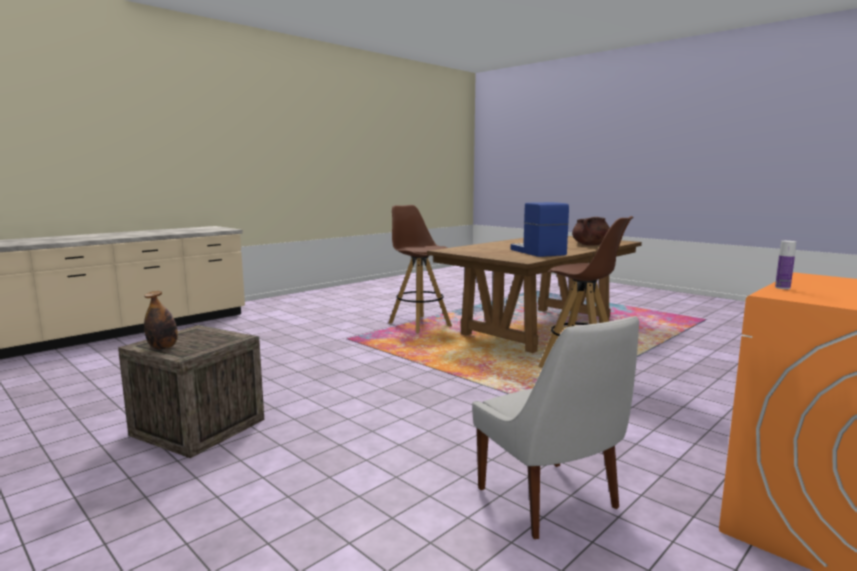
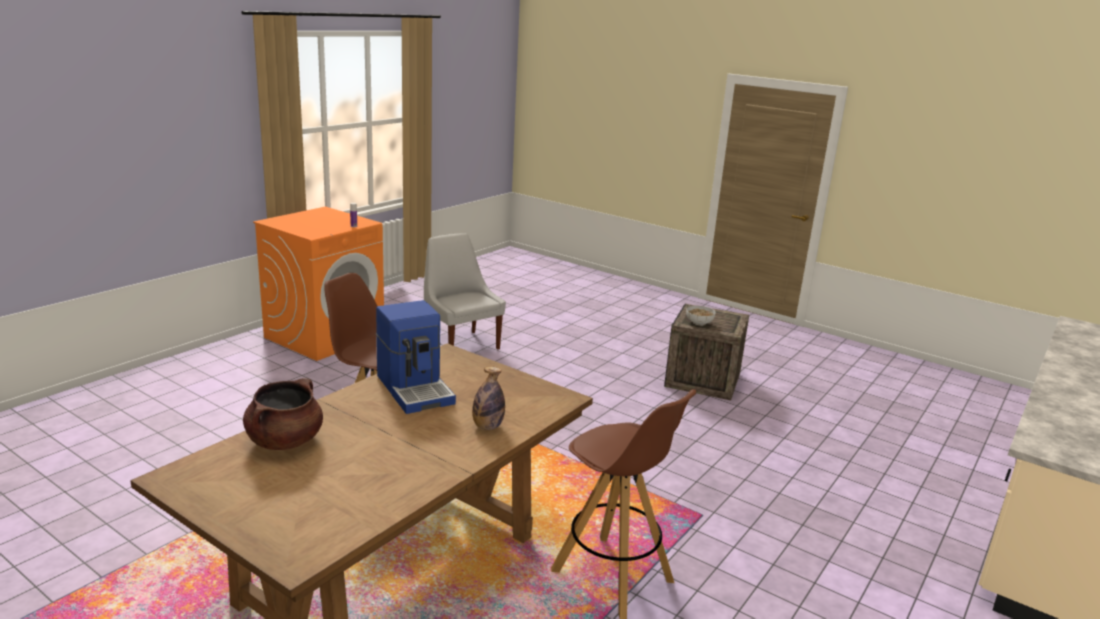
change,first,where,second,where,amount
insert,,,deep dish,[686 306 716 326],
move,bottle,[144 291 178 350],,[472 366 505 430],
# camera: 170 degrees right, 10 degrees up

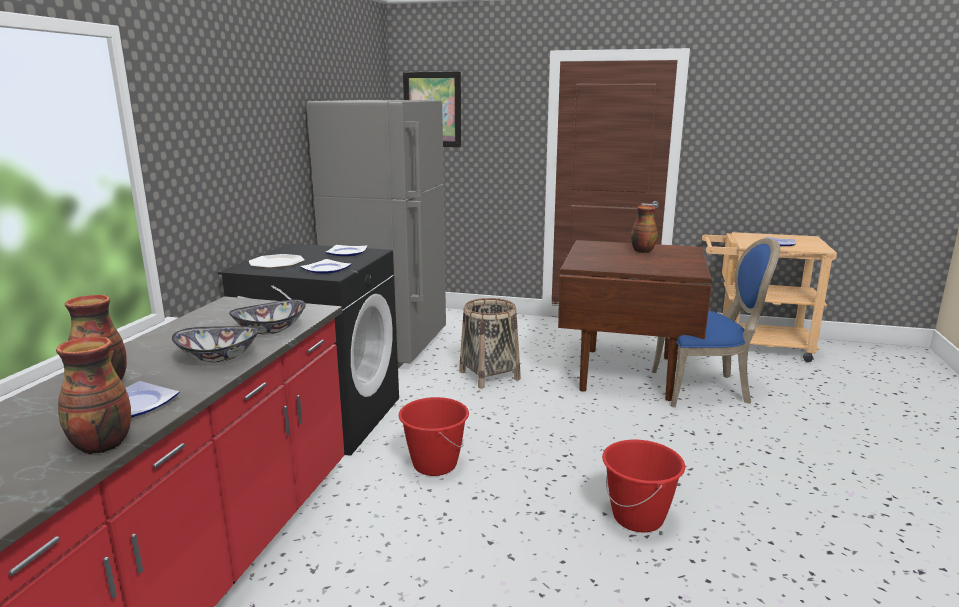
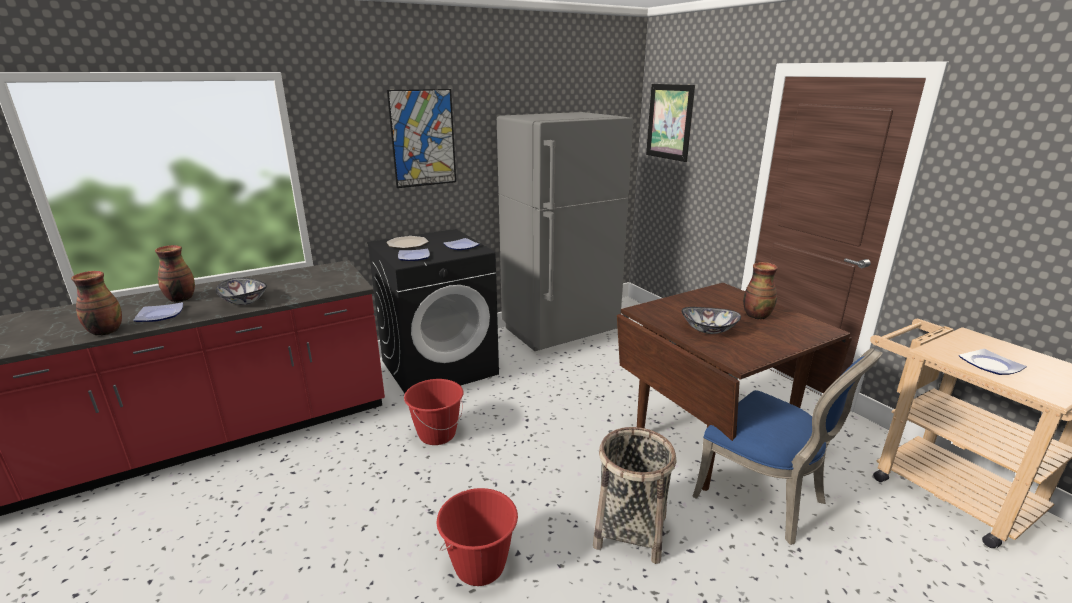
change,first,where,second,where,amount
insert,,,wall picture,[387 89 456 188],
move,deep dish,[229 299 306 335],,[681 307 741 334],
move,basket,[459 298 521 388],,[593 427 676 564],
# camera: 45 degrees right, 5 degrees up

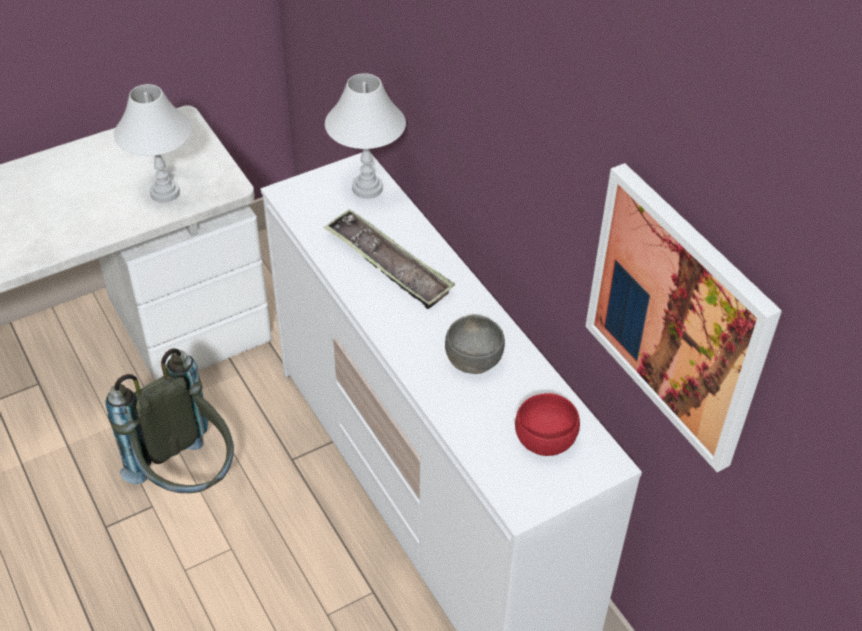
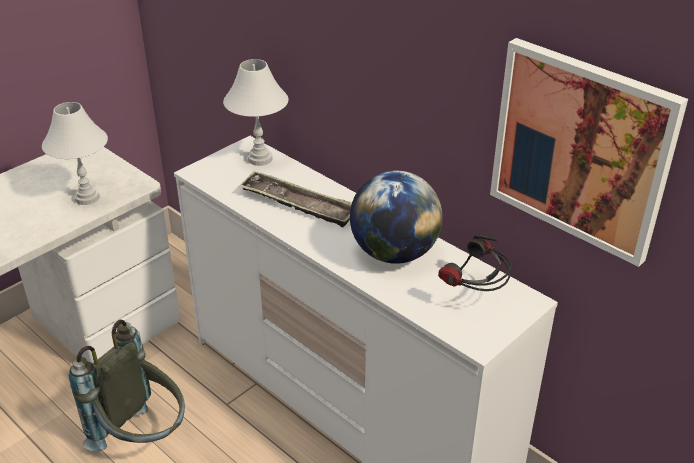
change,first,where,second,where,amount
replace,deep dish (greyish),[445 315 505 374],globe,[350 171 443 264],
replace,deep dish (reddish),[515 393 580 456],pair of headphones,[438 234 512 291],
# camera: 15 degrees left, 10 degrees down

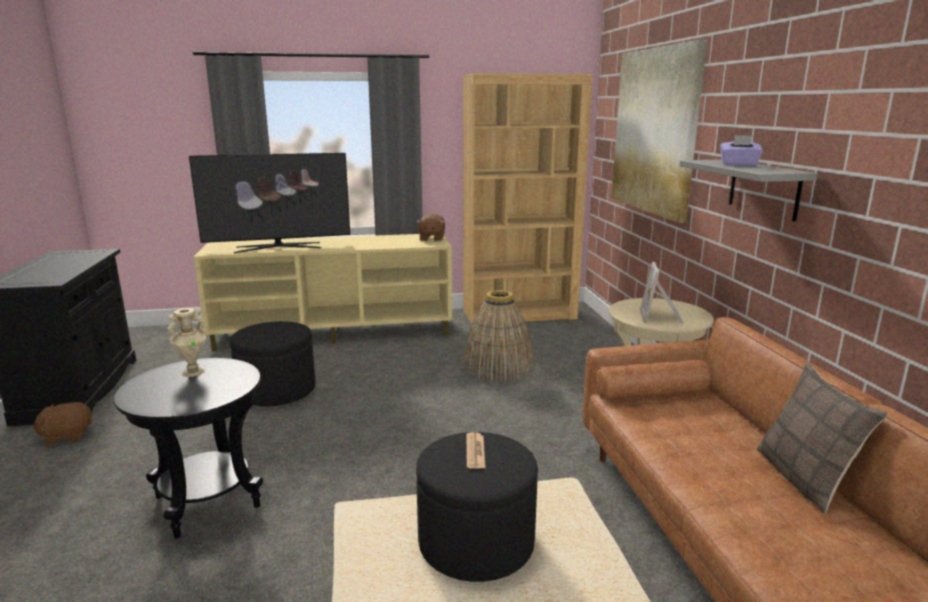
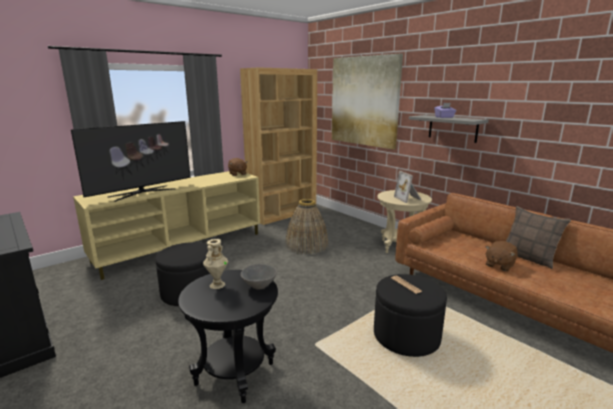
change,first,where,second,where,amount
insert,,,deep dish (greyish),[241 264 277 290],
move,cuddly toy (brown),[32 402 93 446],,[485 241 518 271],
# camera: 30 degrees left, 0 degrees up

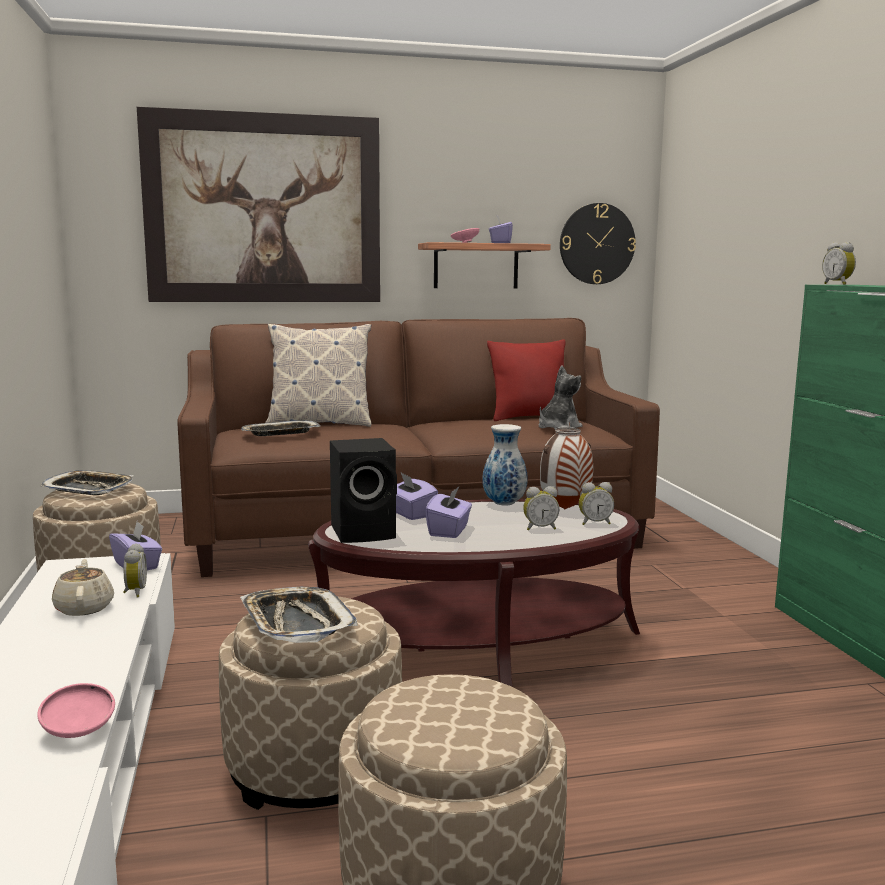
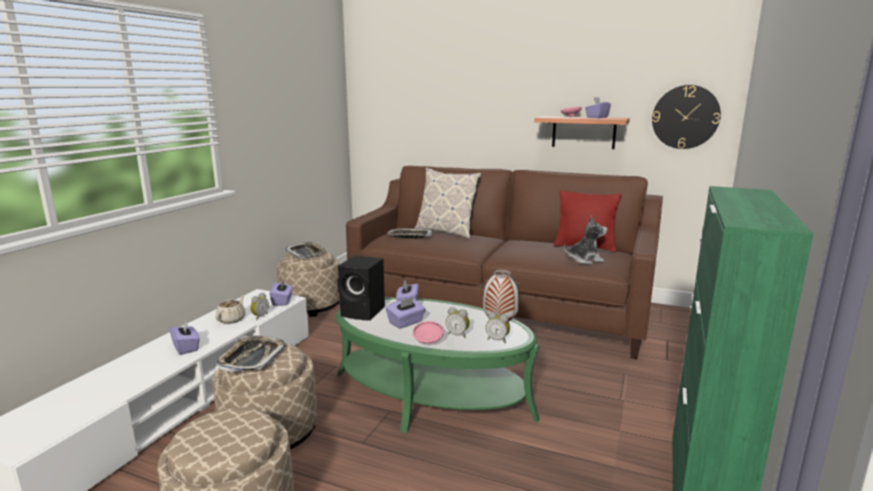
change,first,where,second,where,amount
delete,wall picture,[137 107 380 302],,,
delete,decorative vase,[482 424 528 506],,,
delete,bedside clock,[822 242 856 285],,,
insert,,,tissue box (purplish),[169 321 200 355],
move,deep dish (pinkish),[37 683 115 738],,[413 321 444 344],
recolor,coffee table (brown),[308 499 640 687],coffee table (greenish),[336 297 540 433],
# camera: 35 degrees right, 5 degrees up

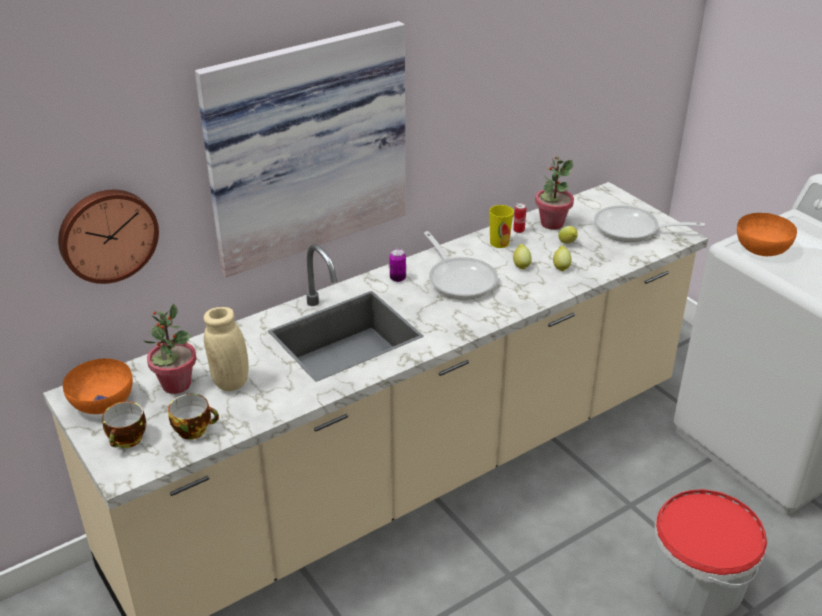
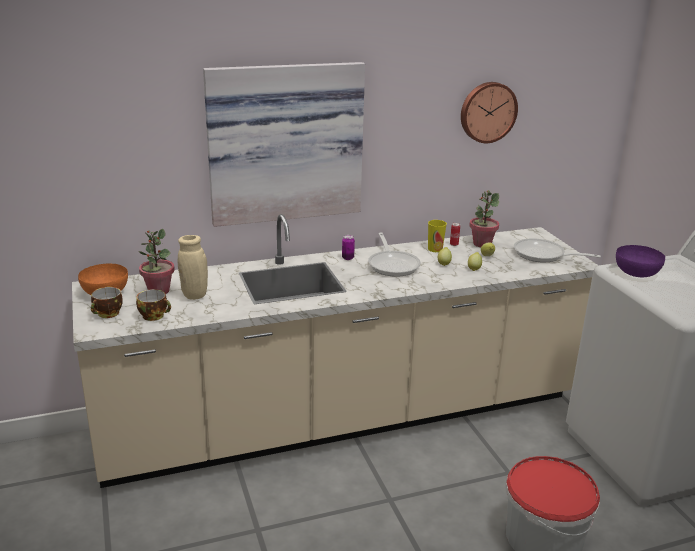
change,first,where,second,where,amount
move,wall clock,[58 190 159 284],,[461 82 518 143],
recolor,deep dish (orange),[737 213 797 256],deep dish (purplish),[616 245 665 277],
# camera: 15 degrees right, 10 degrees down

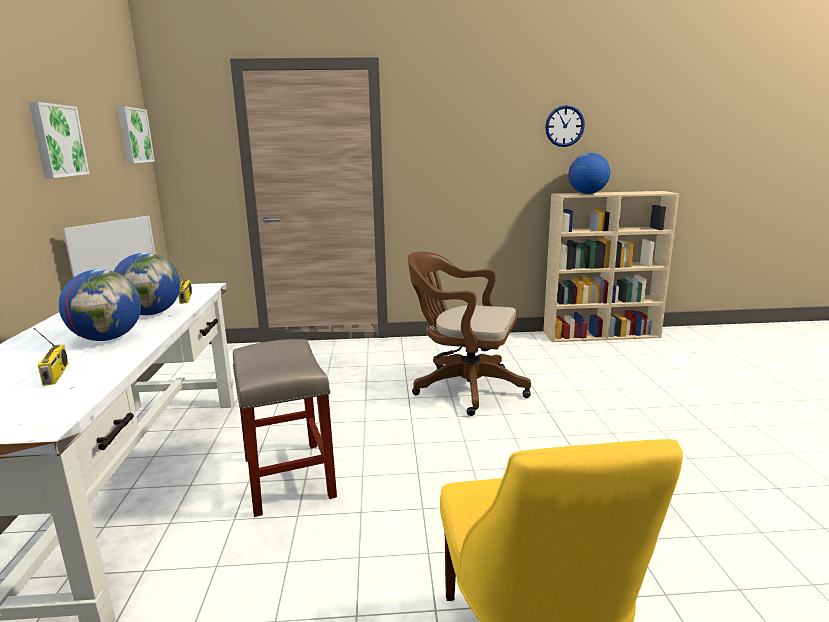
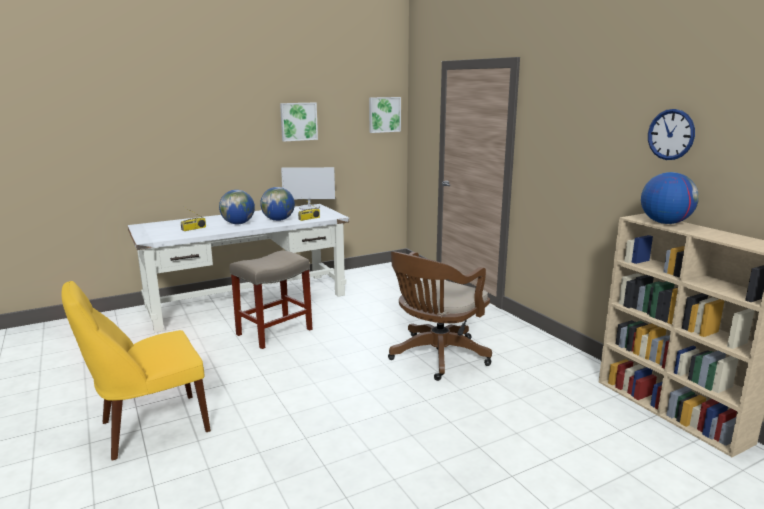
change,first,where,second,where,amount
rotate,computer chair (brown),[408 251 531 416],,[388 252 492 381],135 degrees counterclockwise
# camera: 65 degrees right, 0 degrees up

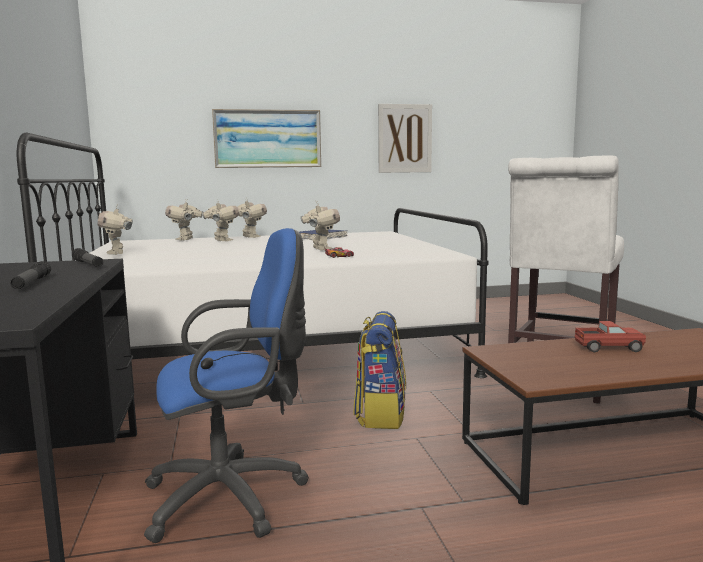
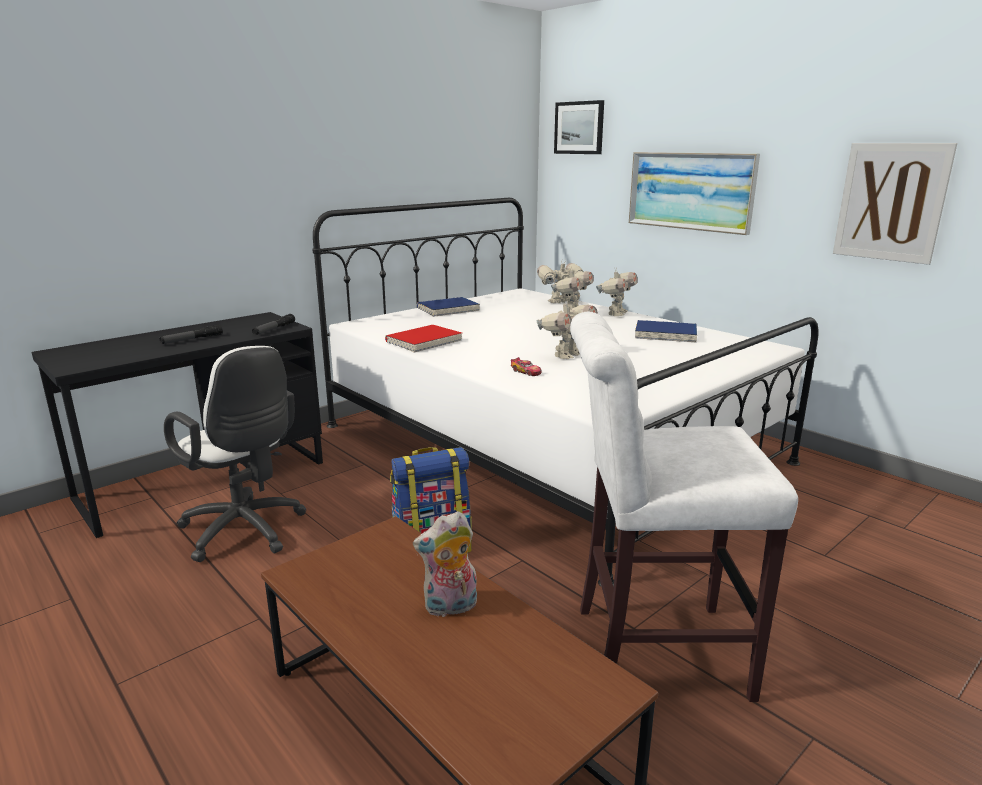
change,first,where,second,where,amount
insert,,,book (reddish),[385 325 462 353],
insert,,,wall picture,[554 100 604 154],
replace,toy robot,[98 204 133 255],book (blue),[417 297 480 317],
replace,toy lorry,[575 321 646 352],cuddly toy,[413 511 477 617],
recolor,computer chair (blue),[144 228 309 543],computer chair (white),[164 346 307 562],
# camera: 60 degrees right, 10 degrees up

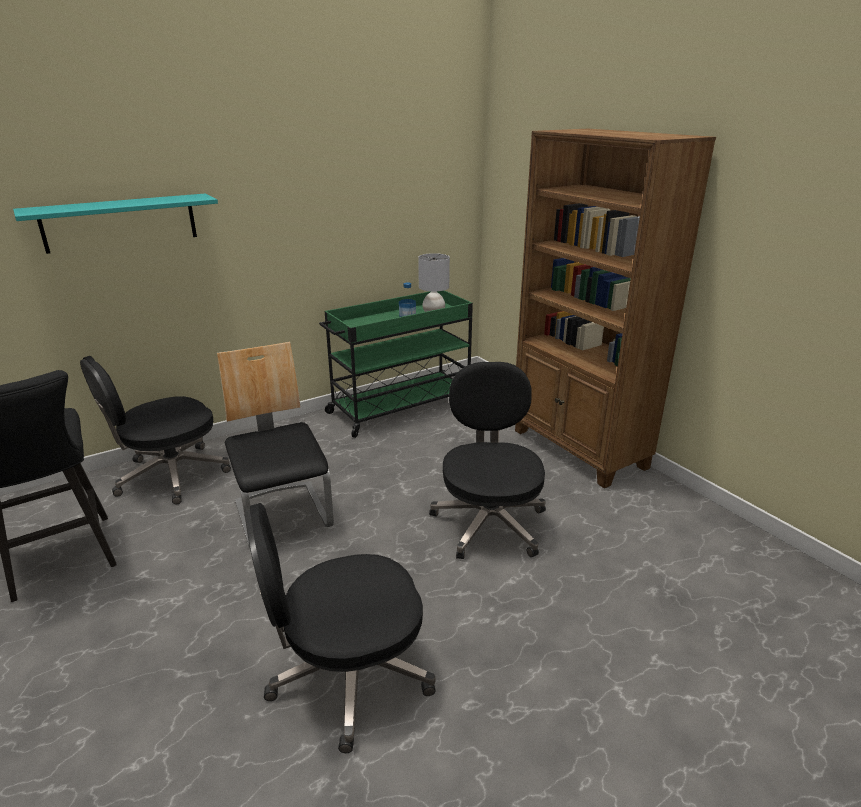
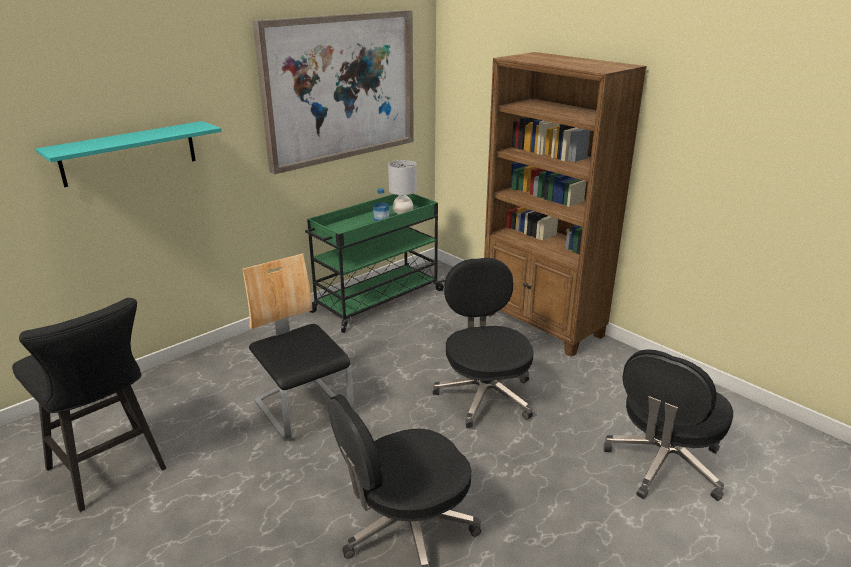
change,first,where,second,where,amount
insert,,,wall picture,[253 10 414 174],
move,computer chair (black),[80 356 231 505],,[603 349 733 501],
# camera: 10 degrees left, 0 degrees up

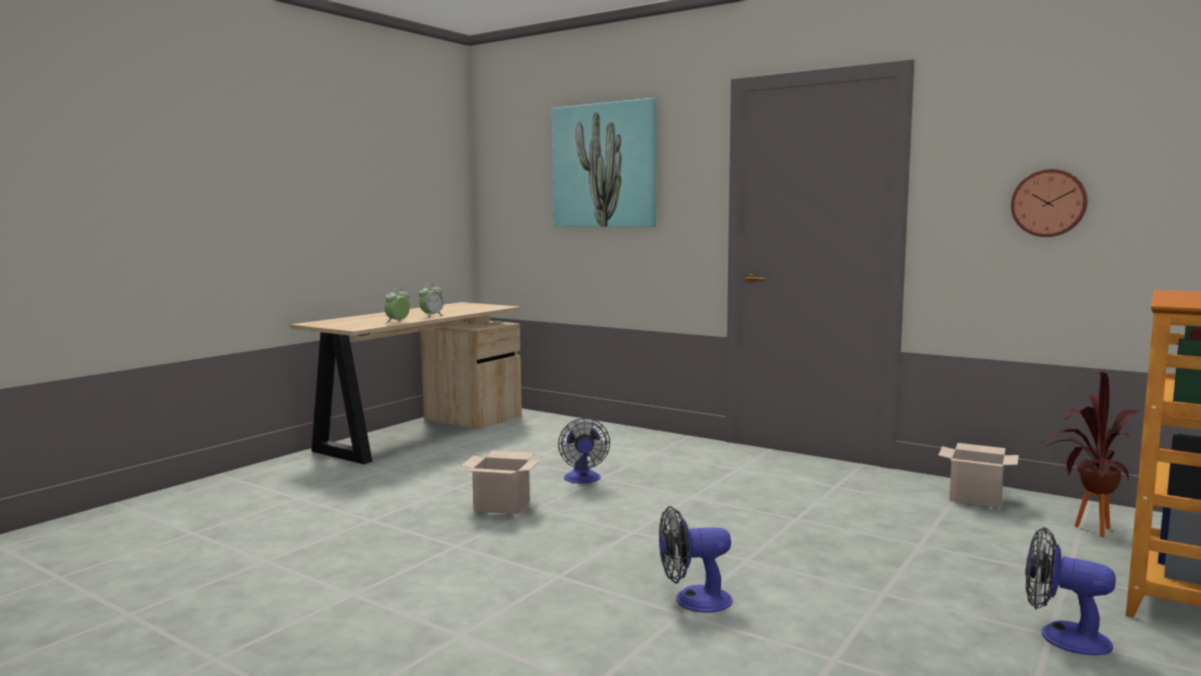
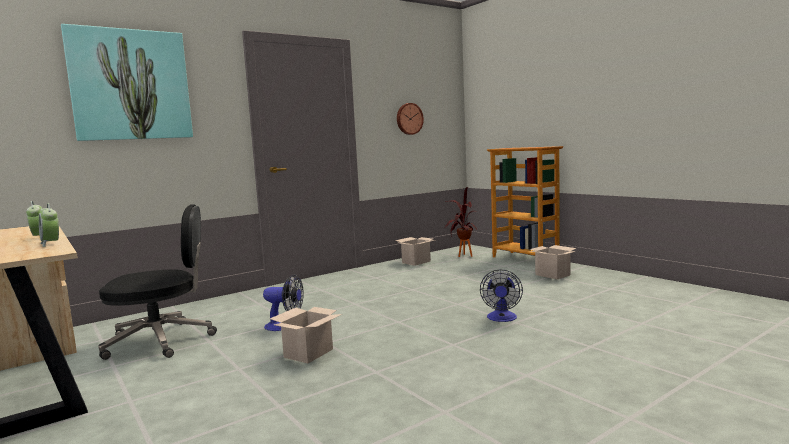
change,first,where,second,where,amount
insert,,,computer chair (black),[98 205 217 360],
replace,fan,[1025 527 1116 655],packing box,[530 245 577 279],
# camera: 70 degrees left, 0 degrees up

